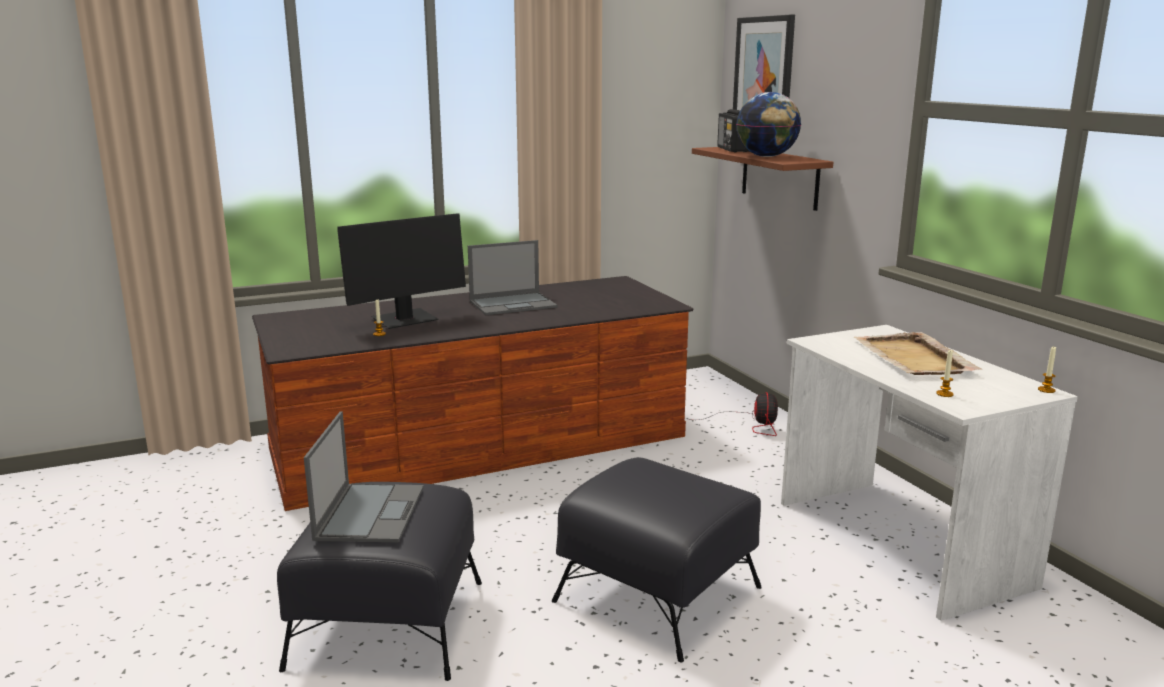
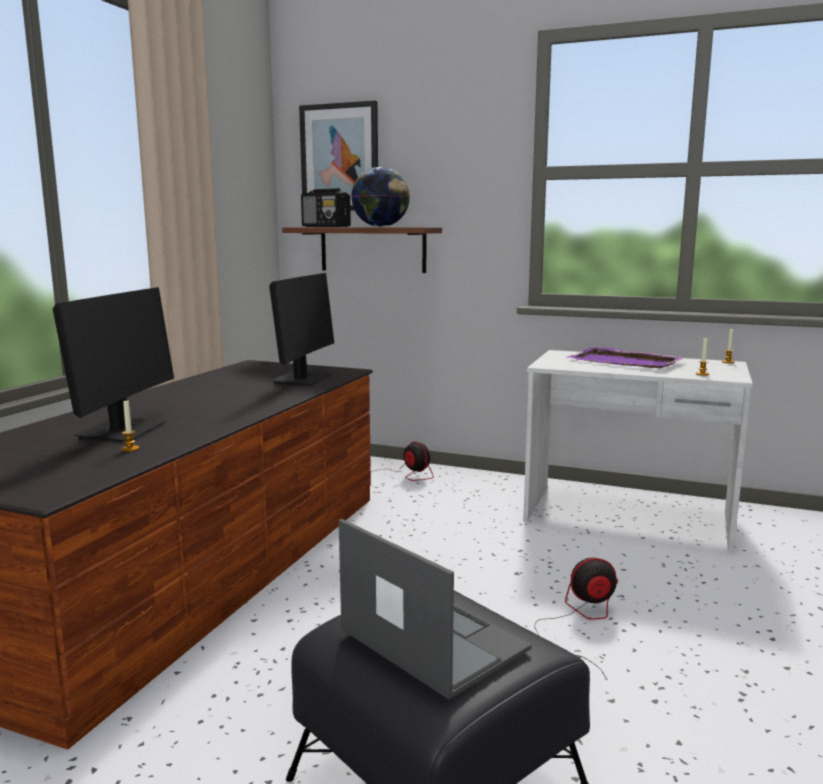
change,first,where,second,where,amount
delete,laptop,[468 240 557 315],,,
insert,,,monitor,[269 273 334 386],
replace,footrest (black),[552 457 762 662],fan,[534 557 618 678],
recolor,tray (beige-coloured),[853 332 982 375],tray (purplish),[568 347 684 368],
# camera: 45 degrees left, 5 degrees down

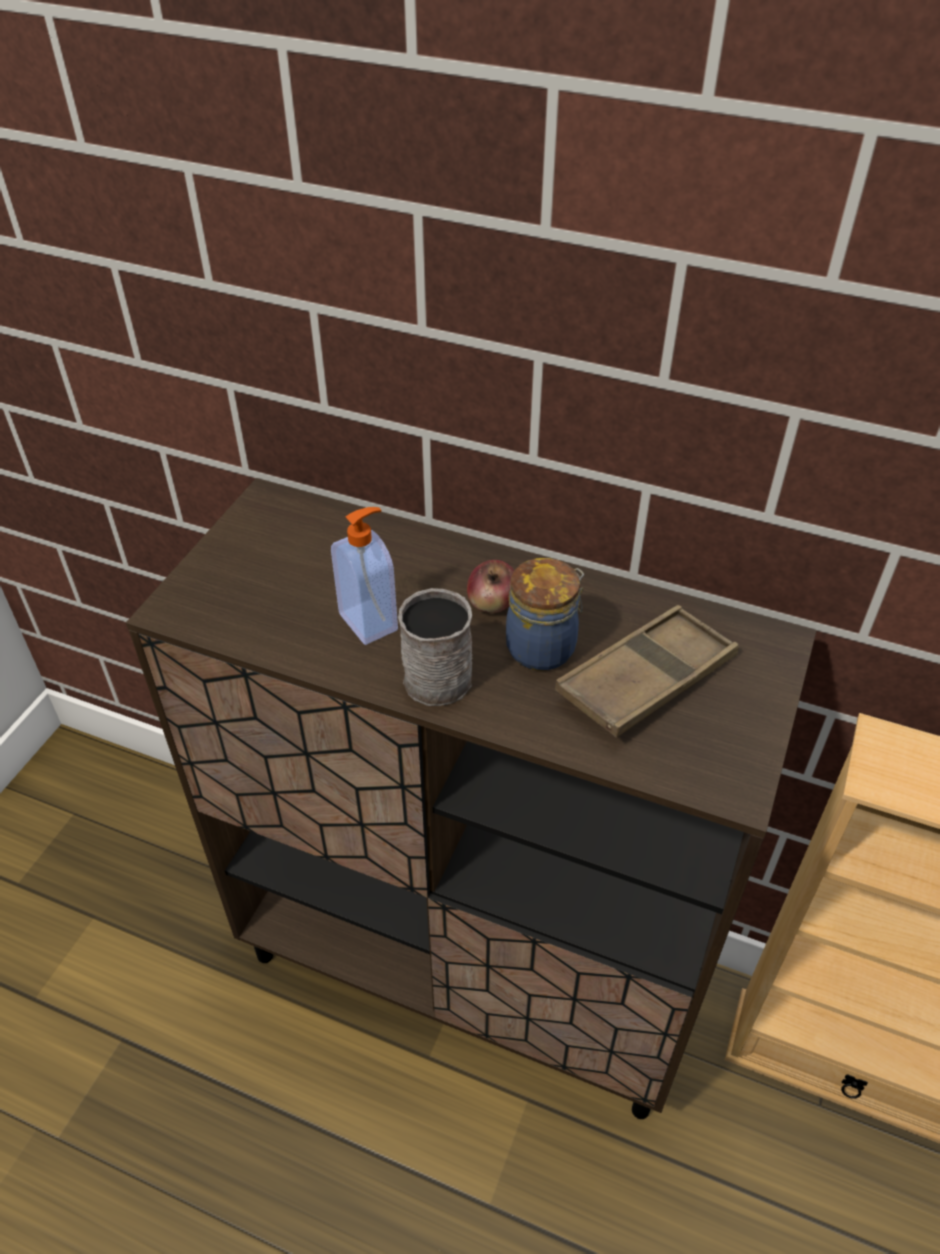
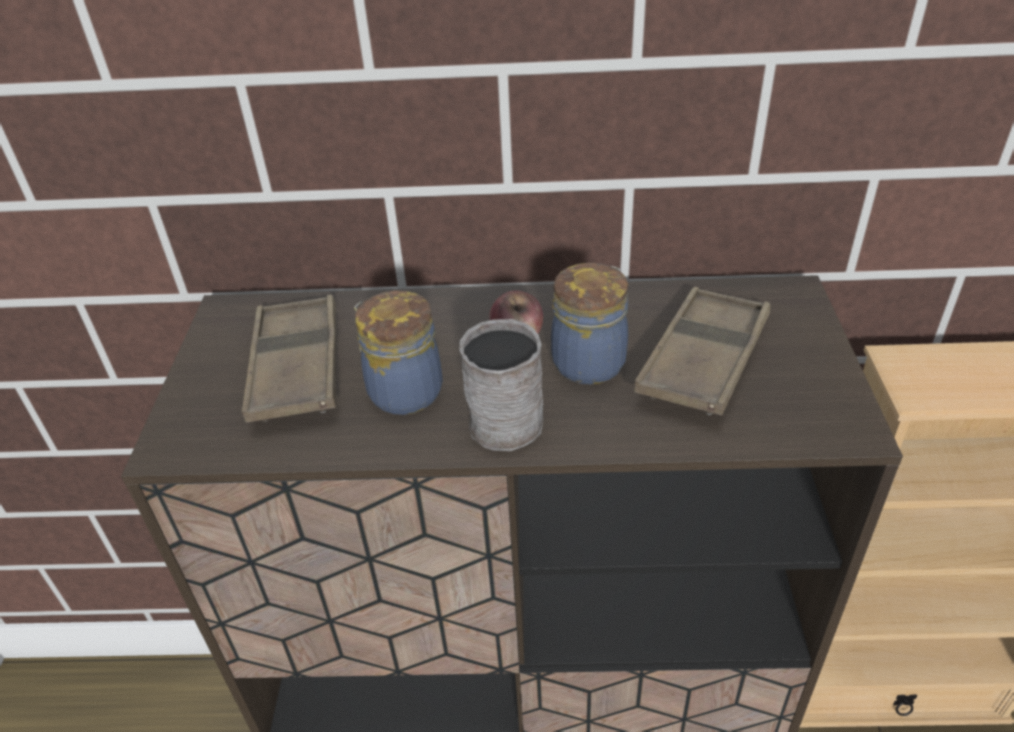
change,first,where,second,where,amount
insert,,,tray (brown),[242 295 336 423],
replace,soap bottle,[331 507 398 645],preserve jar,[354 290 443 415],
# camera: 20 degrees left, 5 degrees down

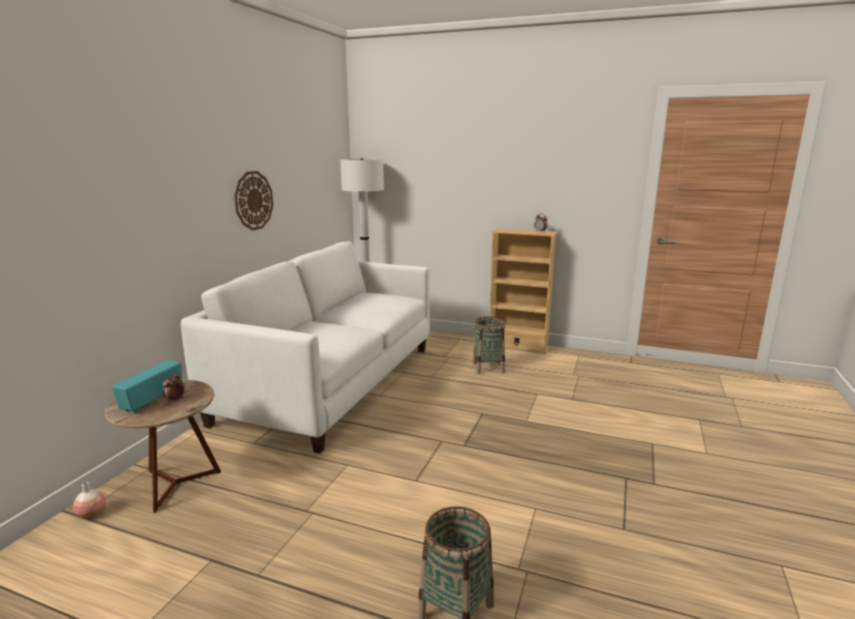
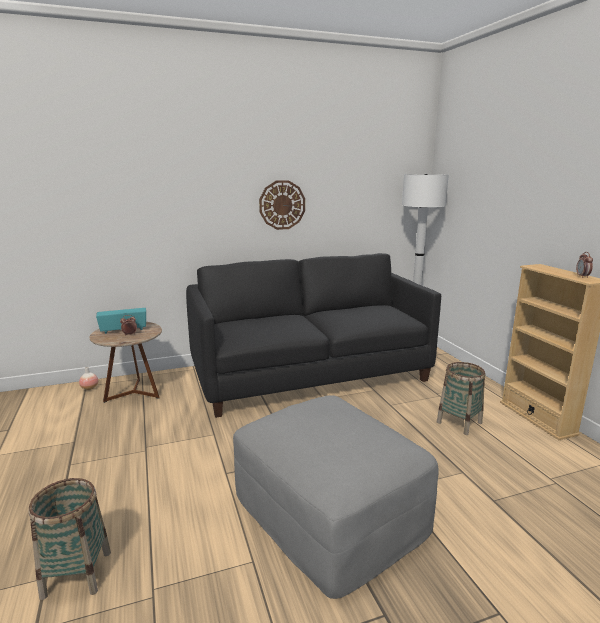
change,first,where,second,where,amount
insert,,,footrest (greyish),[233 395 439 599],
recolor,settee (white),[181 241 430 454],settee (black),[186 253 441 418],
# camera: 50 degrees right, 0 degrees up

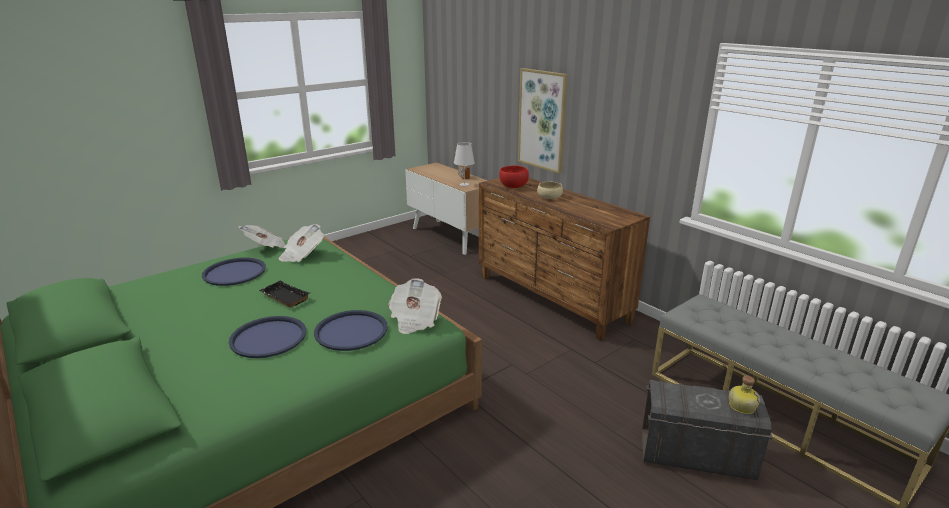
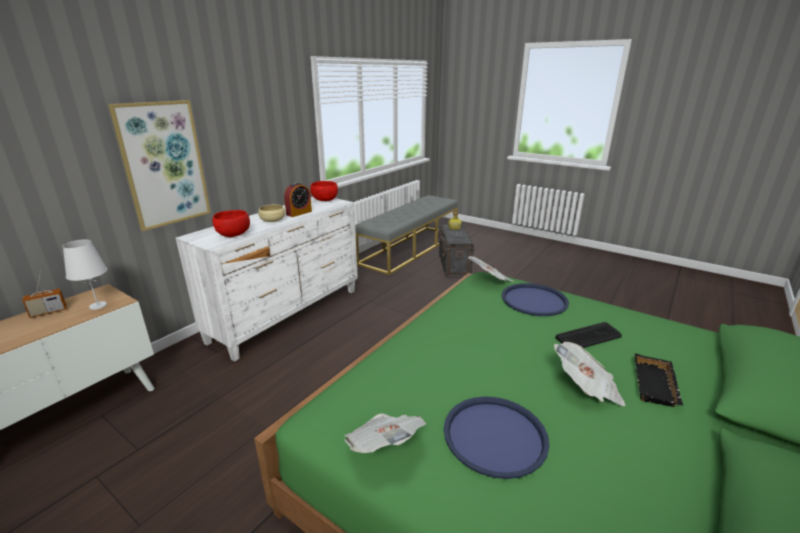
change,first,where,second,where,amount
insert,,,bedside clock,[284 182 312 217],
insert,,,deep dish (reddish),[310 181 338 201],
move,tray (black),[259 280 310 308],,[635 353 683 407],
move,newspaper,[279 224 324 262],,[554 342 626 406],
replace,tray (blue),[229 316 306 358],computer keyboard,[555 322 622 348],
recolor,drawer chest (brown),[479 178 650 341],drawer chest (white),[176 197 358 362],
# camera: 105 degrees left, 0 degrees up

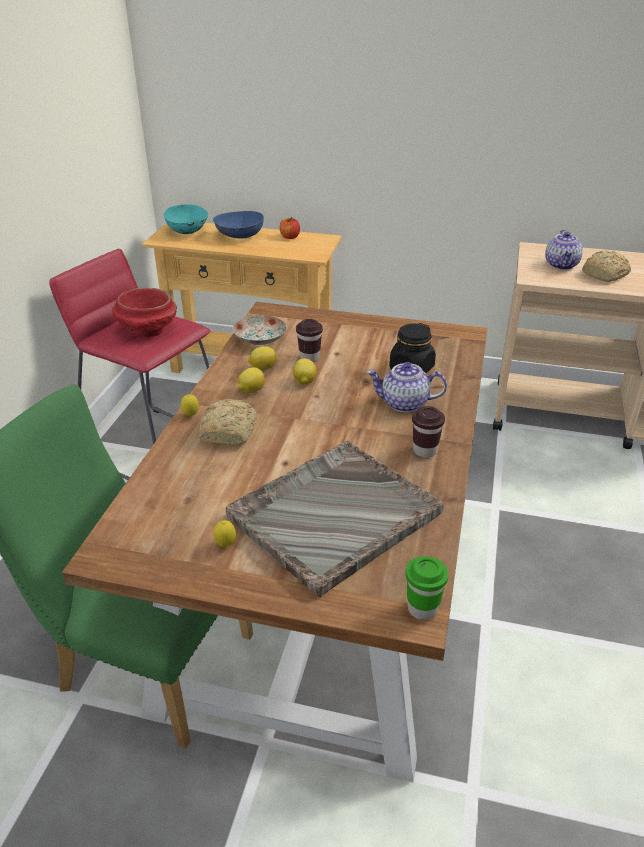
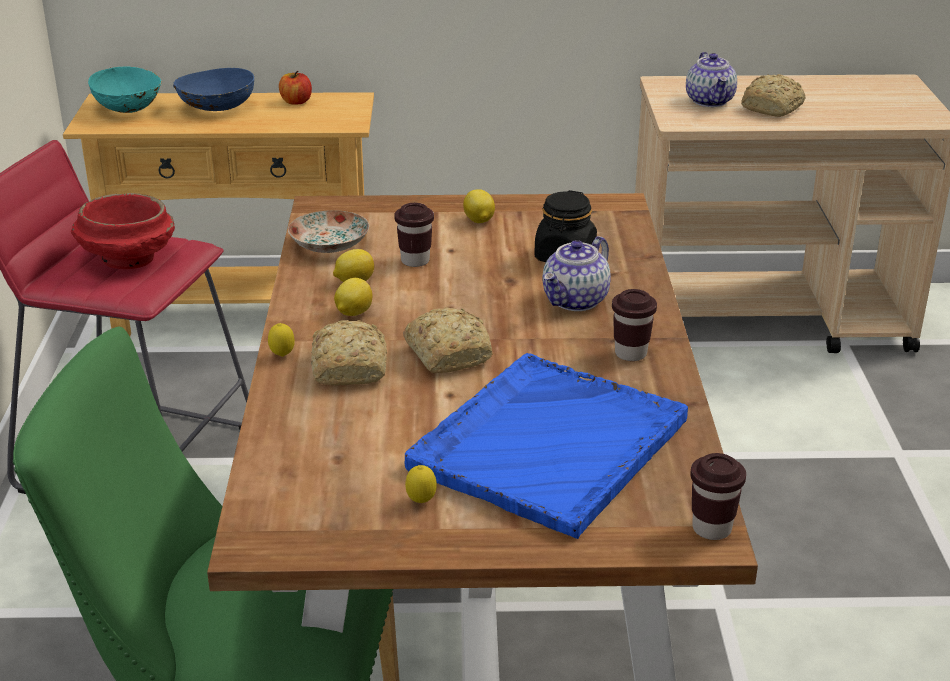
change,first,where,second,where,amount
insert,,,baked bread,[403 307 492 373],
move,citrus fruit,[293 359 317 385],,[463 189 495 223],
recolor,tray (greyish),[226 441 444 598],tray (blue),[405 353 688 539],
recolor,cup (greenish),[406 556 449 620],cup (brown),[690 453 746 540],
rotate,teapot,[366 362 447 412],,[542 236 611 311],45 degrees counterclockwise
# camera: 15 degrees left, 5 degrees down

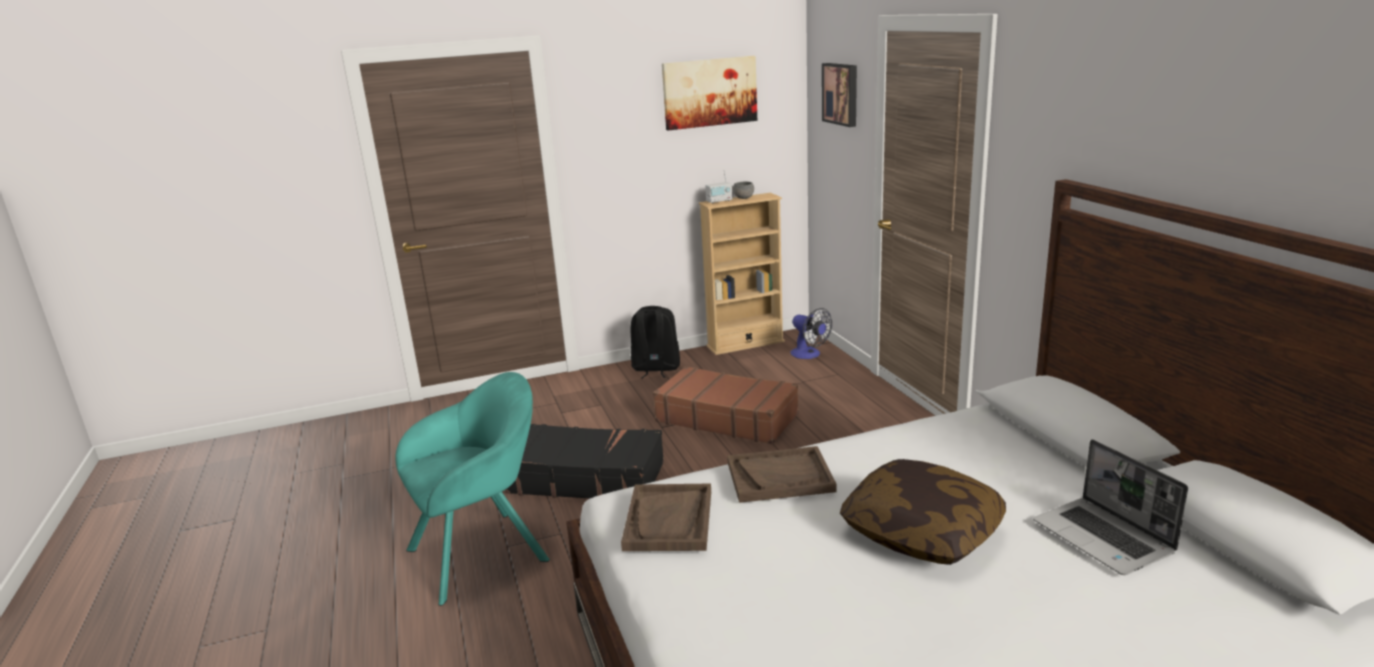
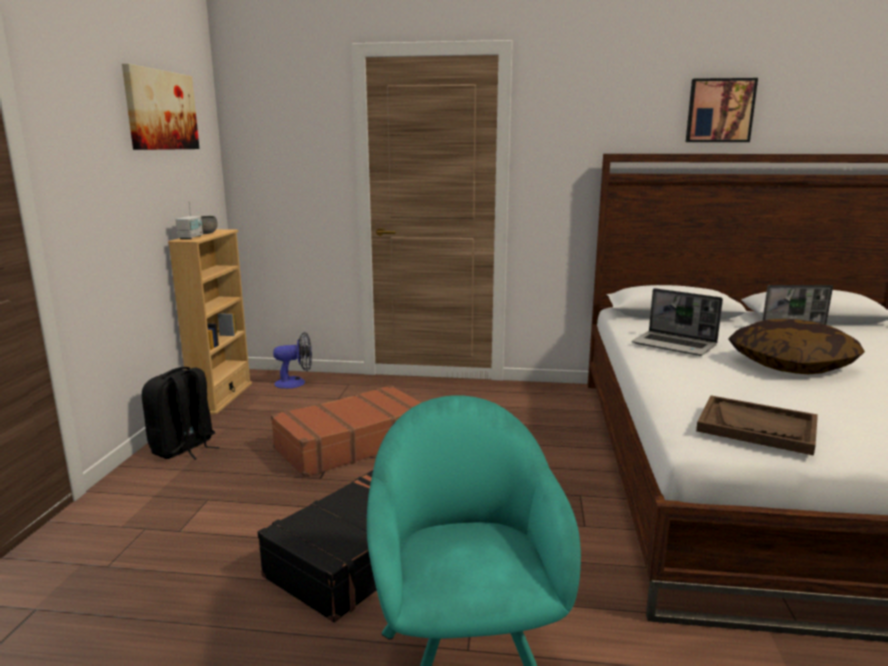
change,first,where,second,where,amount
delete,tray (brown),[727 446 837 503],,,
insert,,,laptop,[632 288 723 356],
move,wall picture,[822 63 857 127],,[686 78 758 142],
# camera: 65 degrees left, 5 degrees down

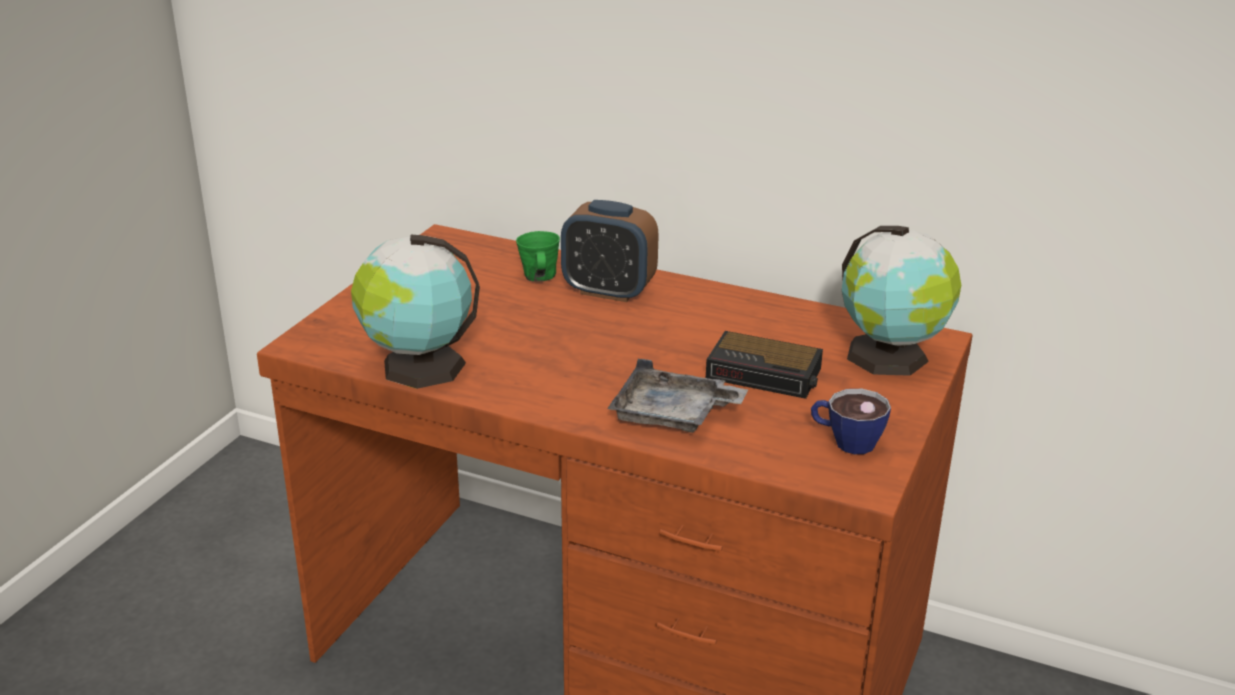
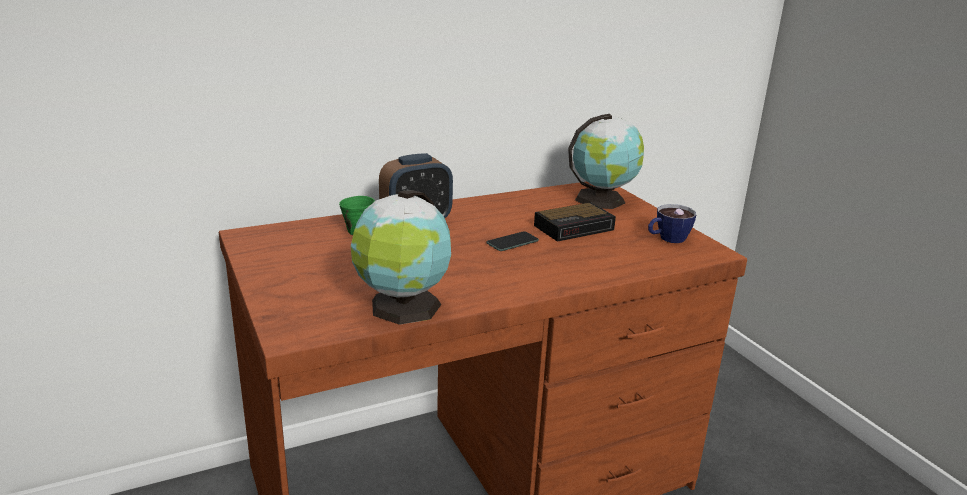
change,first,where,second,where,amount
delete,tray (greyish),[607 358 748 433],,,
insert,,,telephone,[487 231 539 251],
# camera: 50 degrees left, 5 degrees down

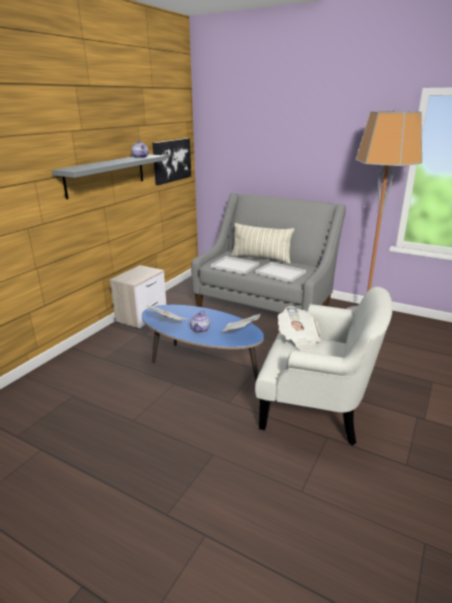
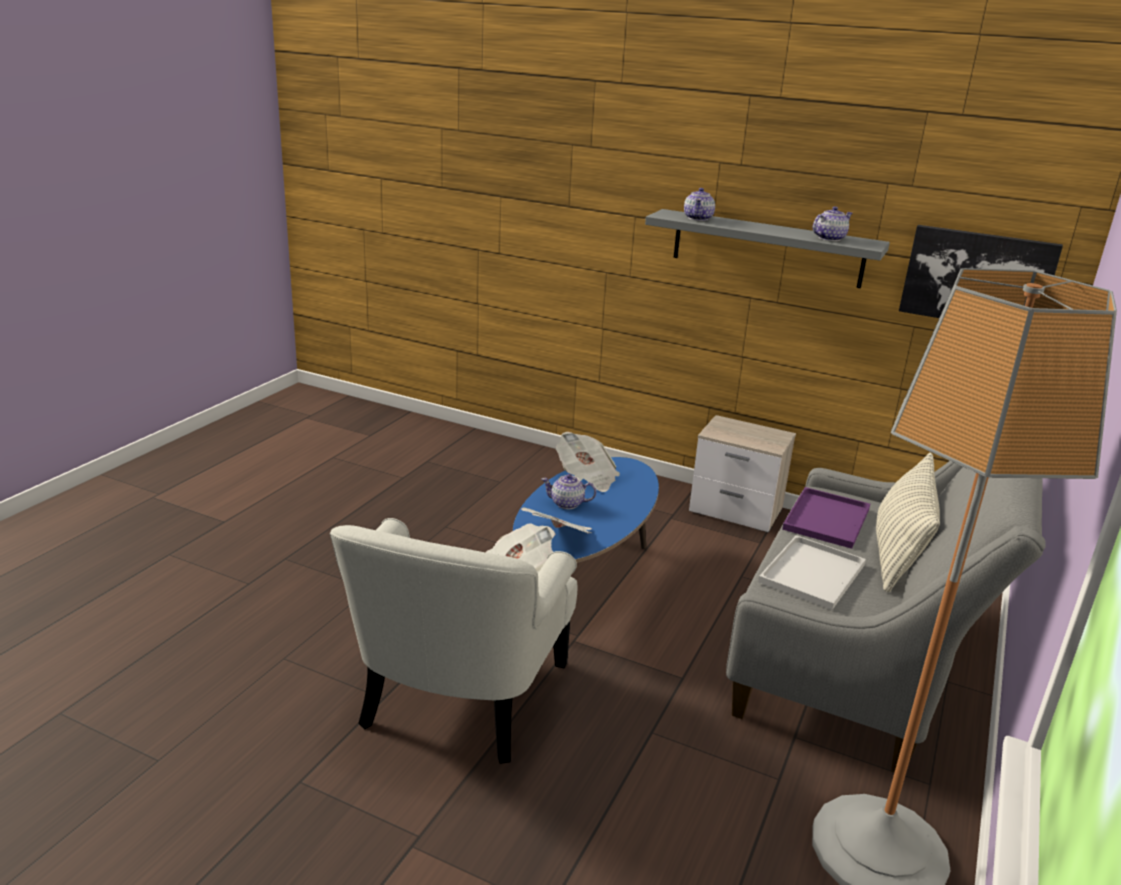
change,first,where,second,where,amount
insert,,,teapot,[684 188 715 221],
recolor,tray (white),[211 256 259 274],tray (purplish),[782 487 870 549],
# camera: 85 degrees right, 0 degrees up

